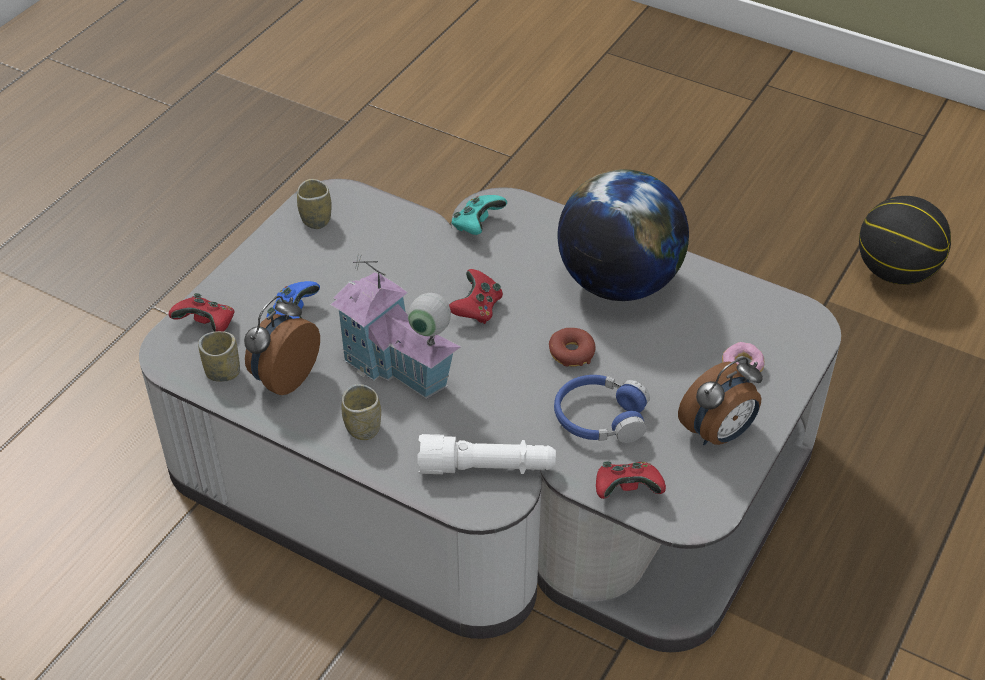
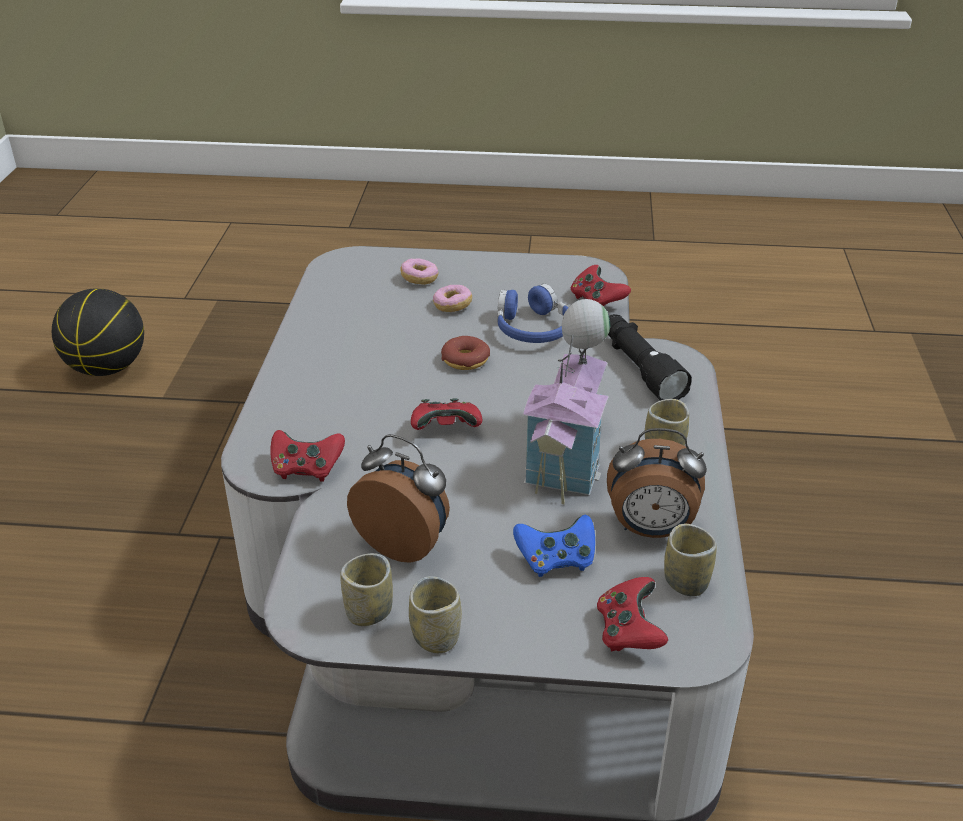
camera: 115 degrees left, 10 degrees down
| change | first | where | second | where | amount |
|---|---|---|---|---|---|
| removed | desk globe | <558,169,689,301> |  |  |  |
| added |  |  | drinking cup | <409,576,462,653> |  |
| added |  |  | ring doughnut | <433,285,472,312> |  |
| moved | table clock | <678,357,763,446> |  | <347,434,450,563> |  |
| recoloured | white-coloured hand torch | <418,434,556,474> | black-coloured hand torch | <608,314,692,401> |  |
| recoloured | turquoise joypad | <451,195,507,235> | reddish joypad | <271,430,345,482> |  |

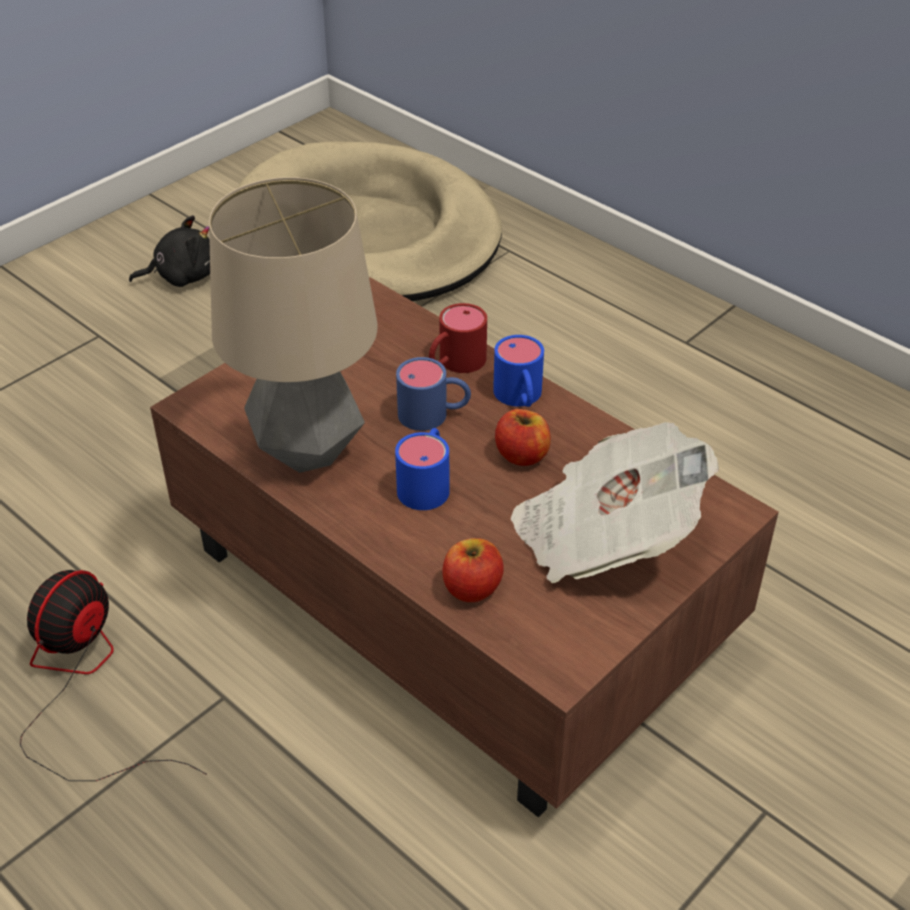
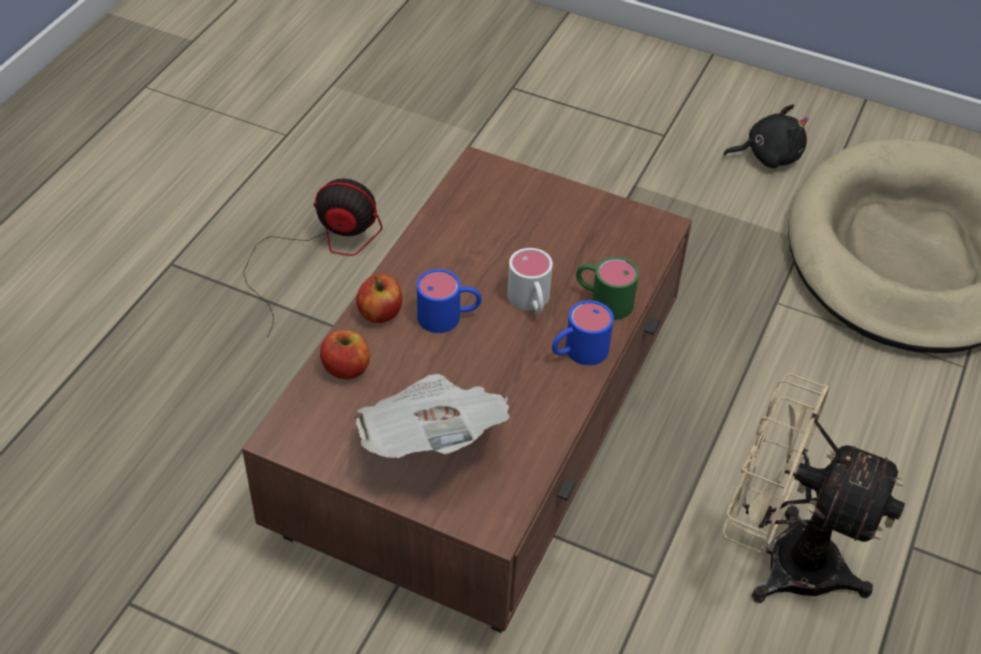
camera: 70 degrees right, 5 degrees up
| change | first | where | second | where | amount |
|---|---|---|---|---|---|
| removed | table lamp | <209,177,378,473> |  |  |  |
| added |  |  | beige-coloured fan | <722,373,905,603> |  |
| moved | whole apple | <495,409,551,466> |  | <356,274,402,323> |  |
| recoloured | blue mug | <396,357,471,431> | white-coloured mug | <507,248,553,313> |  |
| recoloured | reddish mug | <429,303,487,373> | green mug | <576,257,639,320> |  |
| turned | black-coloured soft toy | <129,215,210,287> |  | <723,104,809,168> | 60 degrees counterclockwise |

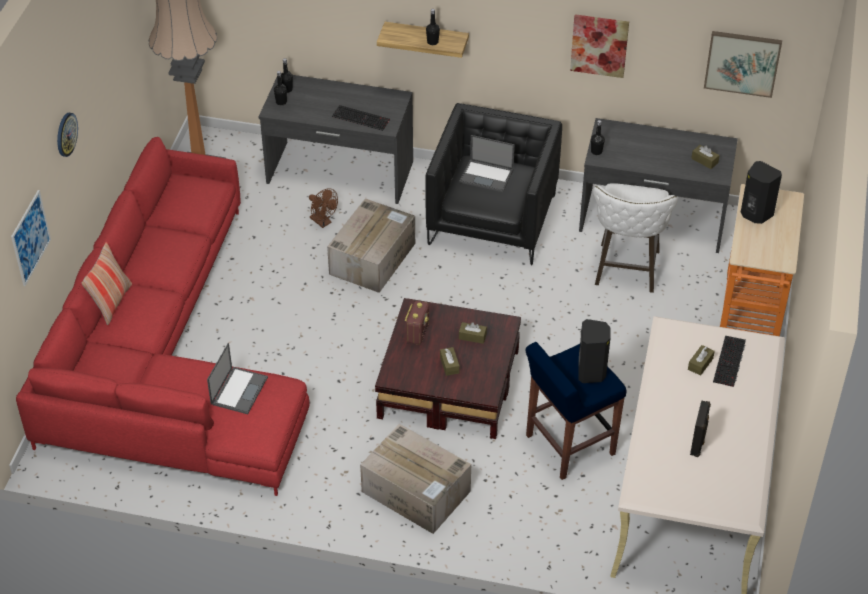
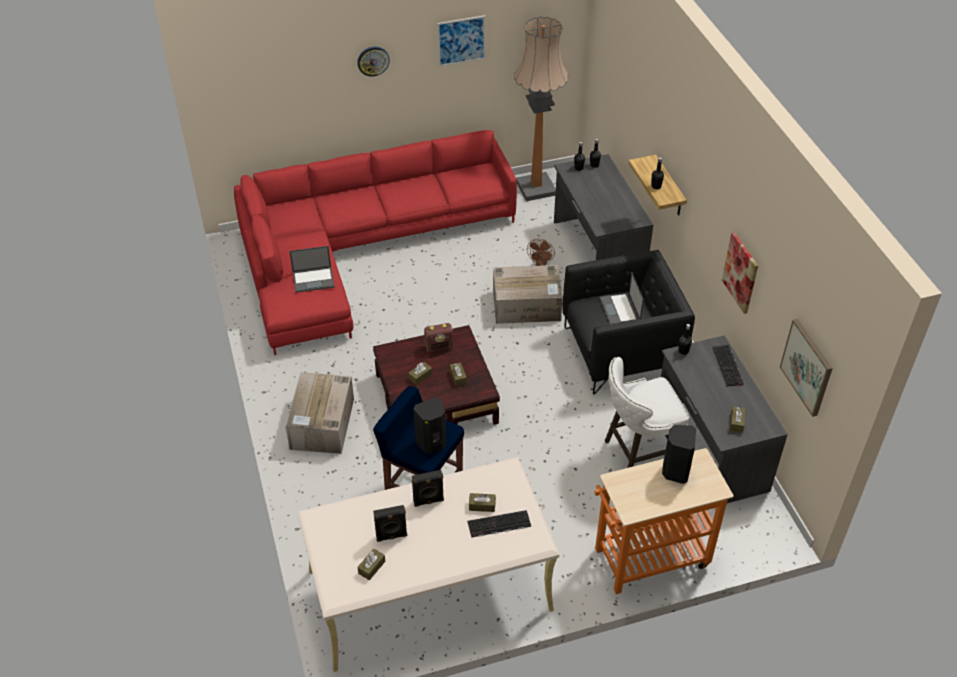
camera: 60 degrees right, 0 degrees up
| change | first | where | second | where | amount |
|---|---|---|---|---|---|
| removed | pillow | <82,242,132,325> |  |  |  |
| added |  |  | brown tissue holder | <357,549,385,580> |  |
| added |  |  | black-coloured speaker | <412,470,444,507> |  |
| moved | picture | <11,190,51,286> |  | <437,15,485,67> |  |
| moved | computer keyboard | <332,105,390,131> |  | <712,345,744,387> |  |

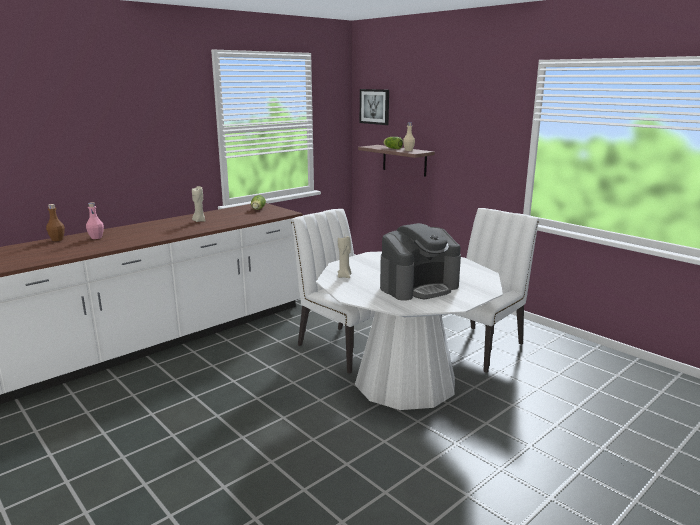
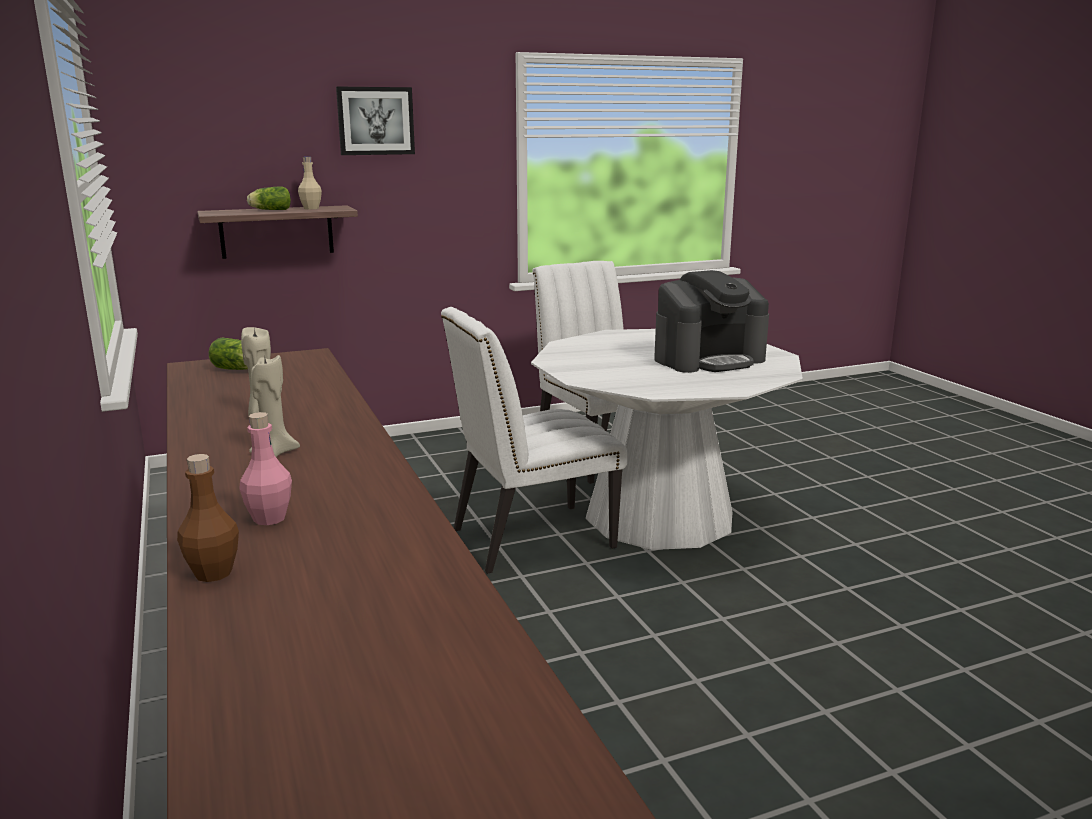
camera: 70 degrees left, 0 degrees up
| change | first | where | second | where | amount |
|---|---|---|---|---|---|
| moved | beige-coloured candle | <338,236,351,278> |  | <249,354,300,457> |  |
| moved | picture | <360,89,389,125> |  | <336,87,415,155> |  |
| turned | coffee maker | <380,223,461,301> |  | <654,270,769,373> | 75 degrees clockwise |

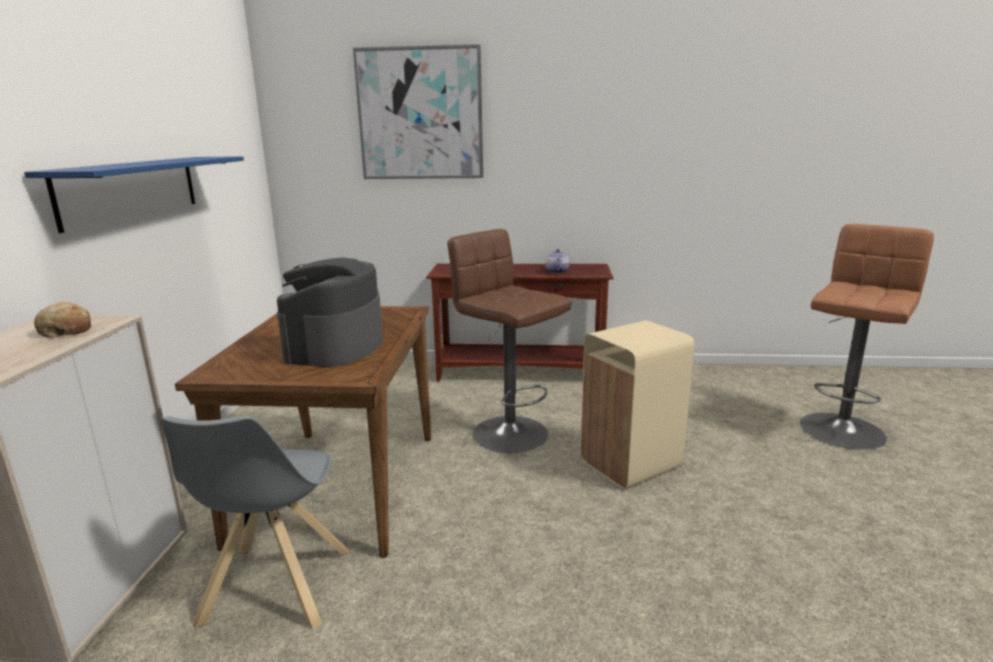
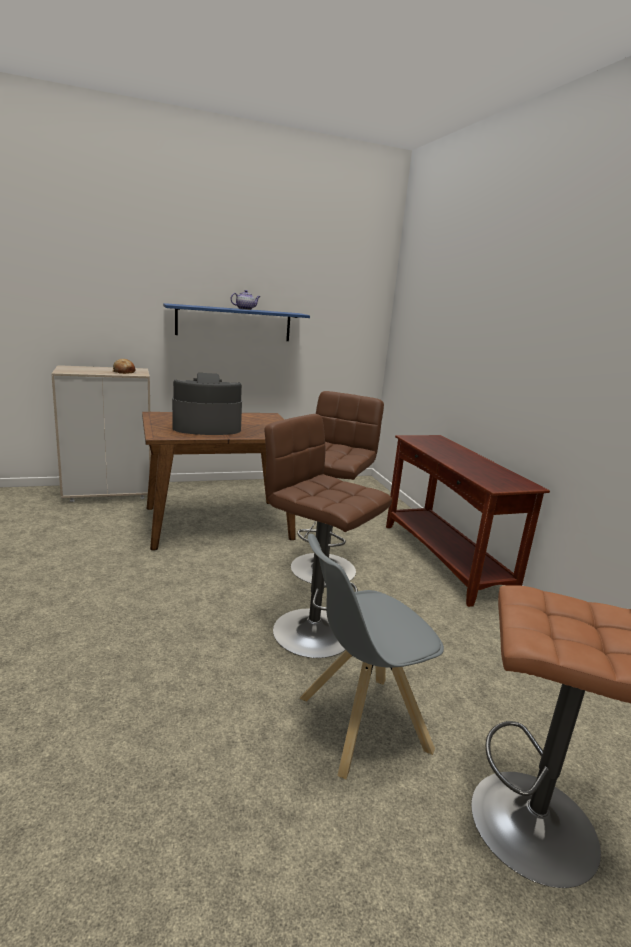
camera: 65 degrees right, 0 degrees up
| change | first | where | second | where | amount |
|---|---|---|---|---|---|
| removed | picture | <353,44,483,179> |  |  |  |
| moved | gray upright chair | <161,416,350,630> |  | <299,534,444,779> |  |
| moved | teapot | <546,249,569,274> |  | <230,290,260,310> |  |
| replaced | beige-coloured waste bin | <581,320,695,489> | brown sitting stool | <264,414,392,658> |  |

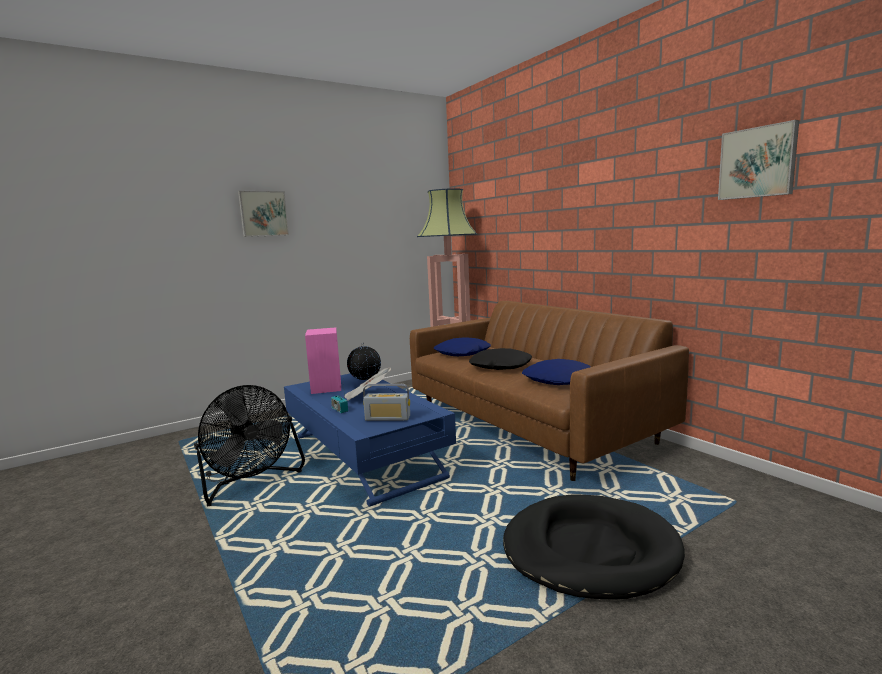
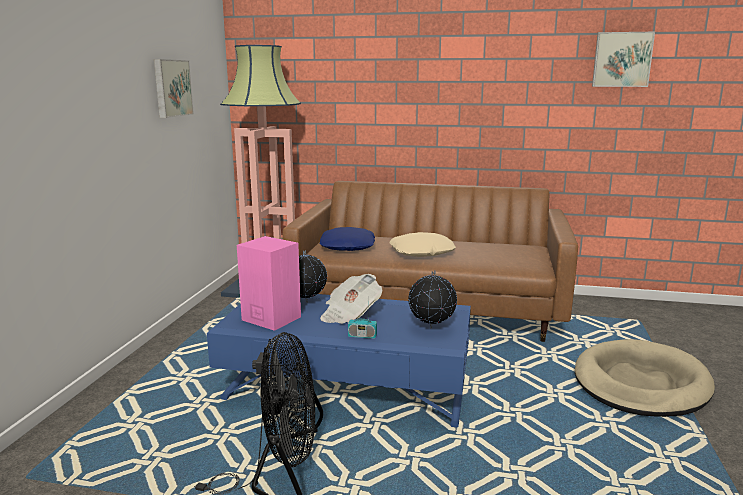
camera: 45 degrees left, 5 degrees up
| change | first | where | second | where | amount |
|---|---|---|---|---|---|
| removed | blue pillow | <522,359,591,385> |  |  |  |
| moved | picture | <238,191,289,237> |  | <154,59,194,118> |  |
| replaced | radio set | <363,384,410,421> | desk globe | <408,270,457,329> |  |
| recoloured | black-coloured pillow | <469,348,532,370> | beige-coloured pillow | <389,232,456,257> |  |
| recoloured | black-coloured dog cushion | <503,494,685,600> | beige-coloured dog cushion | <575,339,715,417> |  |

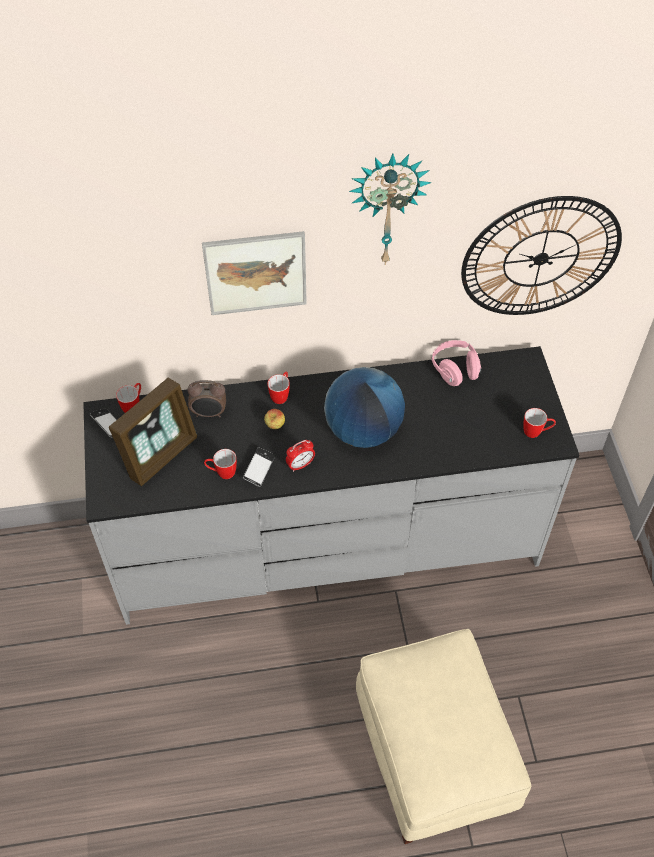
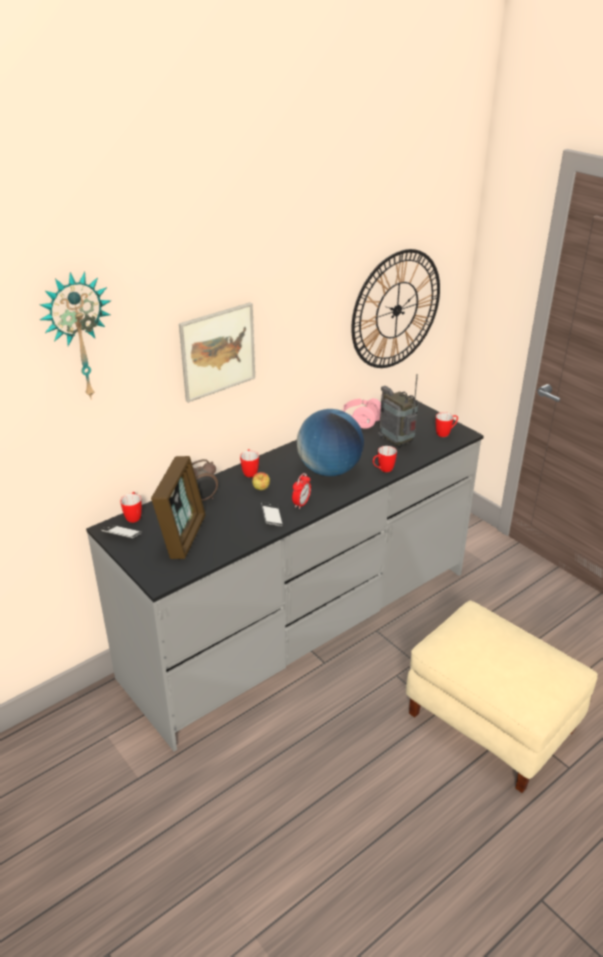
camera: 30 degrees left, 20 degrees down
| change | first | where | second | where | amount |
|---|---|---|---|---|---|
| added |  |  | radio set | <378,374,418,448> |  |
| moved | mug | <204,449,237,479> |  | <373,446,397,472> |  |
| moved | clock on the wall | <349,153,431,265> |  | <39,271,111,400> |  |

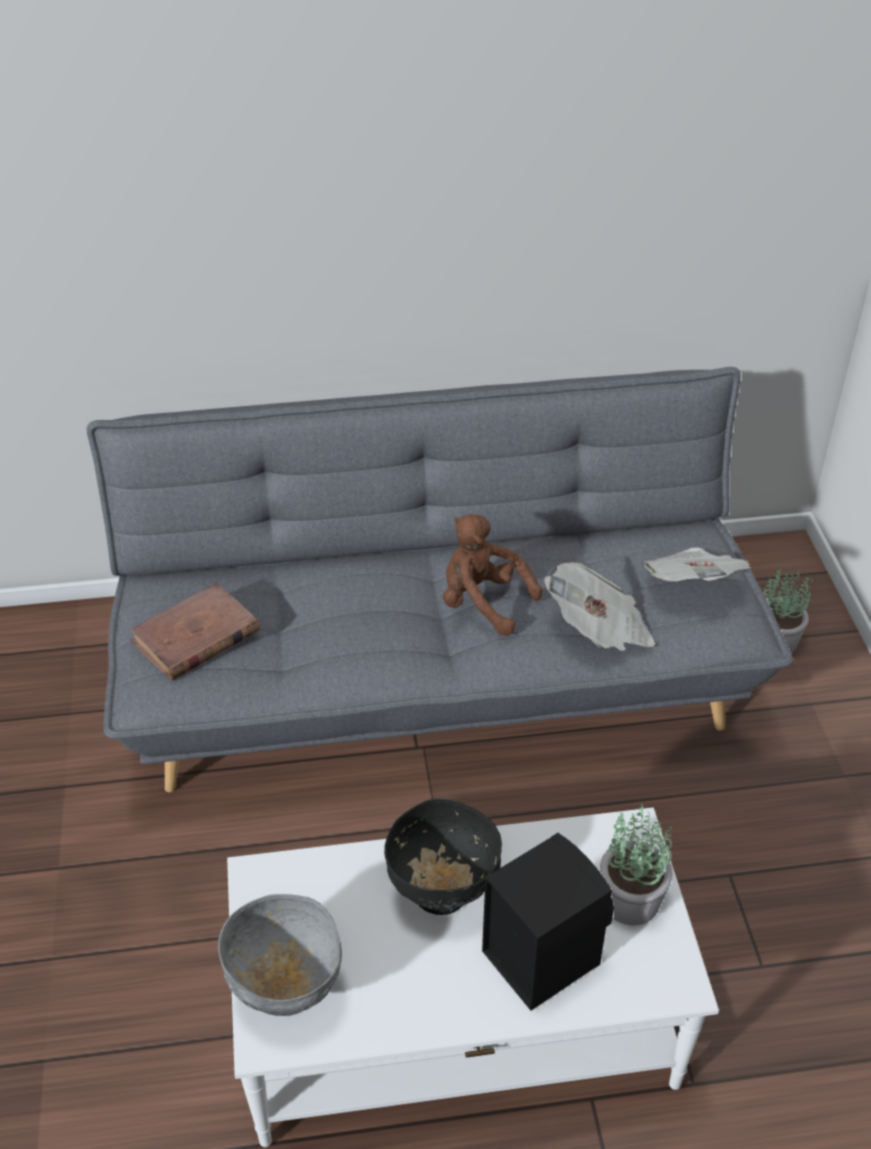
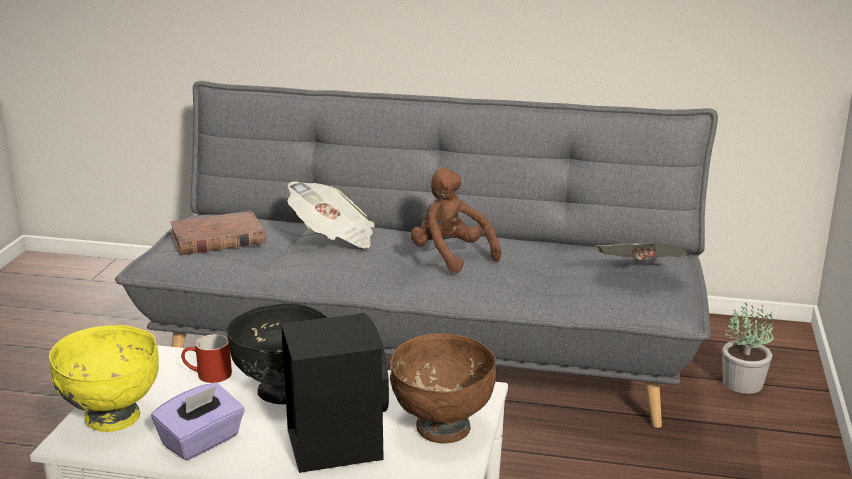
camera: 20 degrees right, 20 degrees down
| change | first | where | second | where | amount |
|---|---|---|---|---|---|
| added |  |  | purple tissue holder | <151,383,245,461> |  |
| added |  |  | reddish mug | <181,334,232,383> |  |
| moved | printed paper | <544,562,655,651> |  | <287,181,375,248> |  |
| replaced | plant in a pot | <600,803,673,926> | brown serving bowl | <390,334,496,444> |  |
| recoloured | gray serving bowl | <218,894,342,1016> | yellowish serving bowl | <49,325,159,432> |  |

